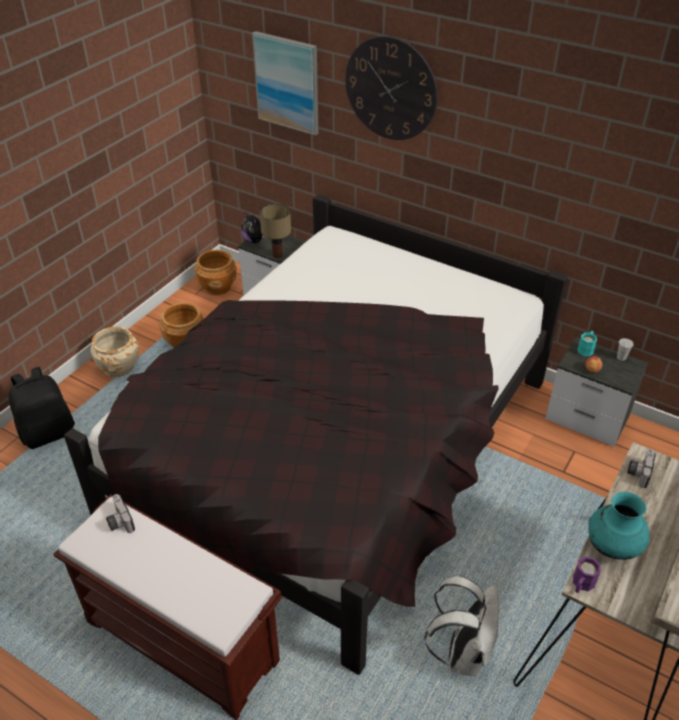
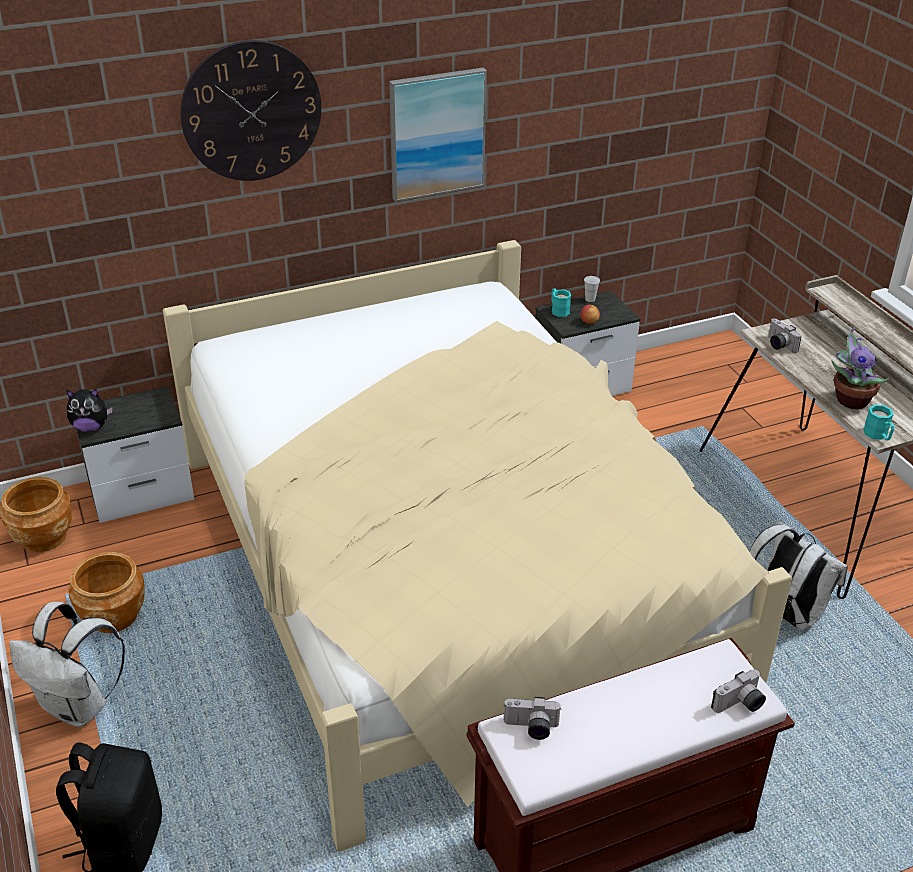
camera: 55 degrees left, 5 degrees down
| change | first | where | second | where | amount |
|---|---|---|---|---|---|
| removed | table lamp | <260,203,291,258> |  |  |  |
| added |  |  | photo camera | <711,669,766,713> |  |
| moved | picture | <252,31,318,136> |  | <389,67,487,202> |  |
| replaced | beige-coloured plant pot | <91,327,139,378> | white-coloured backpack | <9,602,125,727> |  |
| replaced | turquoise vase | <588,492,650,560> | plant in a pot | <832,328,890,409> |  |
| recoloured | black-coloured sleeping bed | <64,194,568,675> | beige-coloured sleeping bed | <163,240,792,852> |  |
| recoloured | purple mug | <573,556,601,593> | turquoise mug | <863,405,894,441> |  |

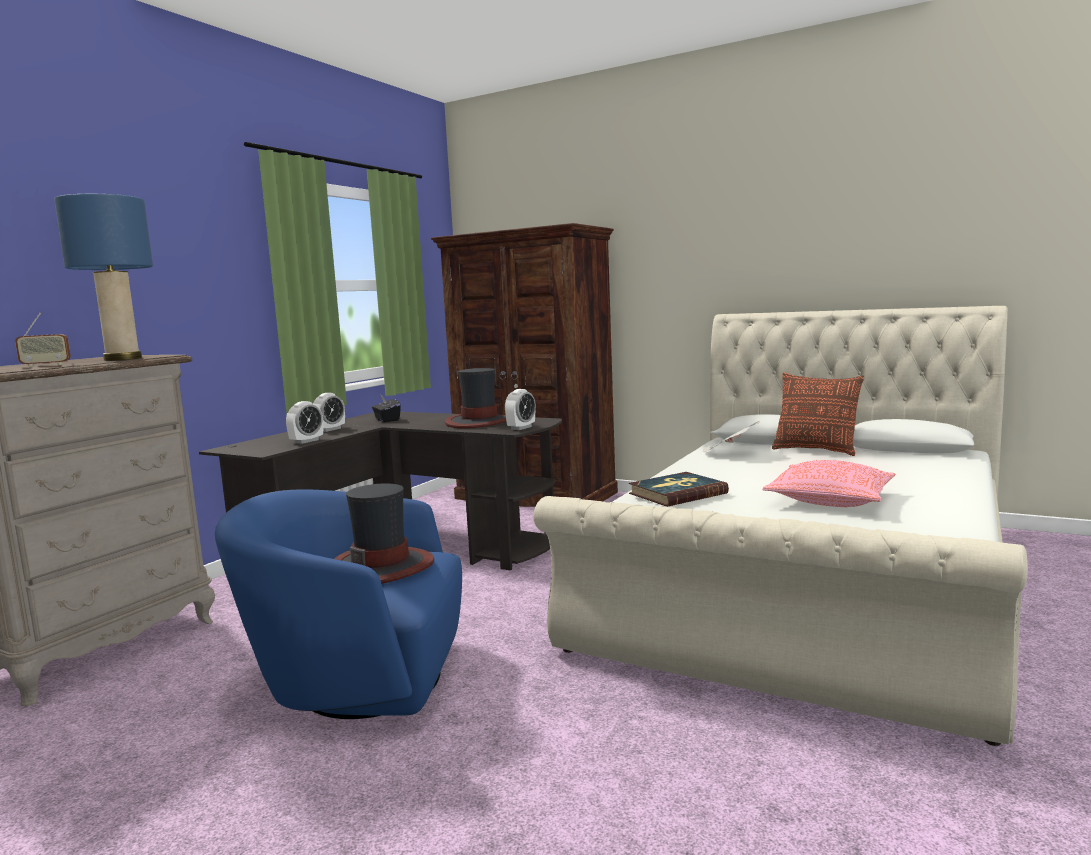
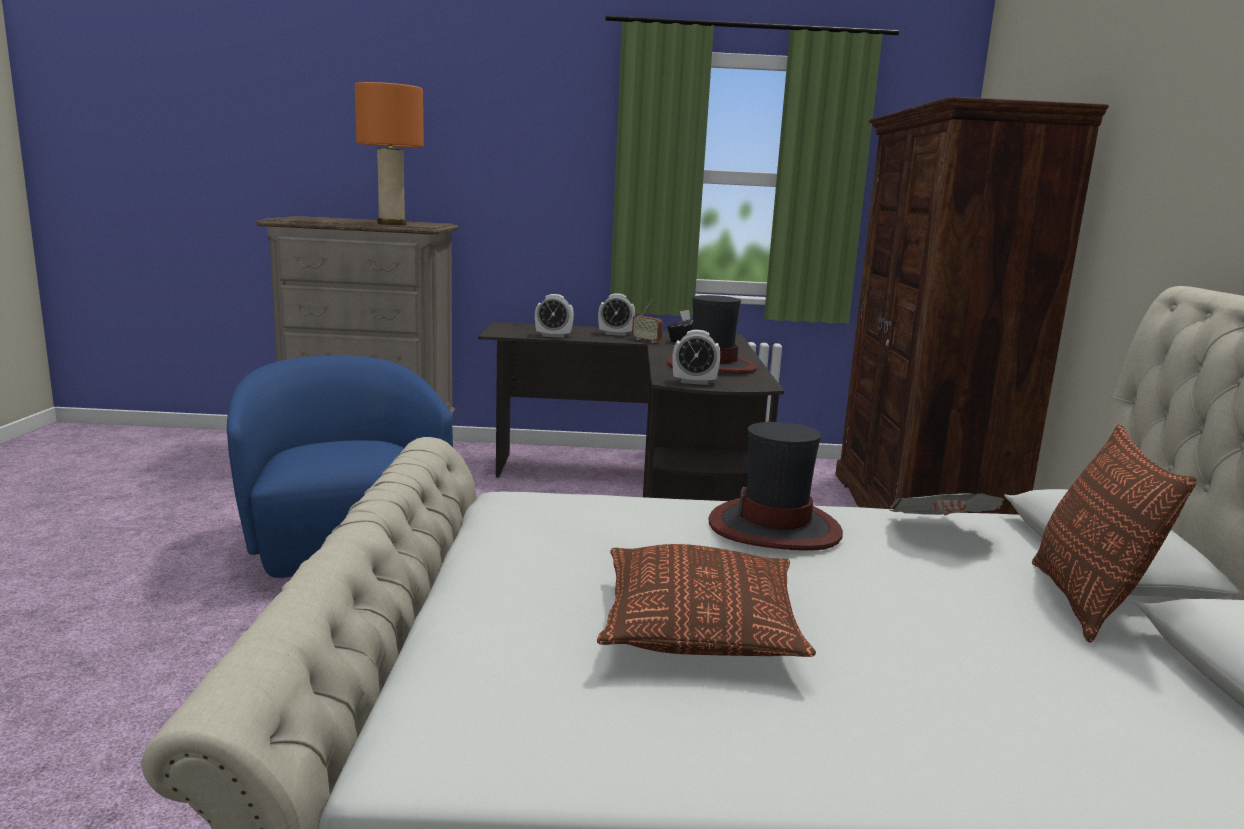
camera: 60 degrees right, 5 degrees up
| change | first | where | second | where | amount |
|---|---|---|---|---|---|
| removed | bound book | <629,472,729,507> |  |  |  |
| moved | radio set | <15,312,71,367> |  | <632,300,663,343> |  |
| moved | clothing hat | <334,484,434,584> |  | <709,422,843,551> |  |
| recoloured | blue table lamp | <54,194,153,361> | orange table lamp | <355,82,424,225> |  |
| recoloured | pink-coloured pillow | <762,460,895,507> | brown pillow | <597,544,816,657> |  |

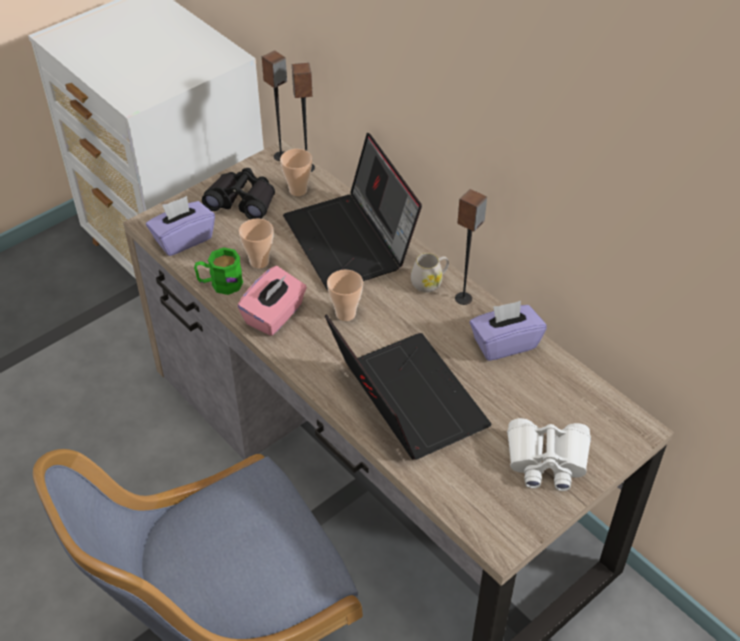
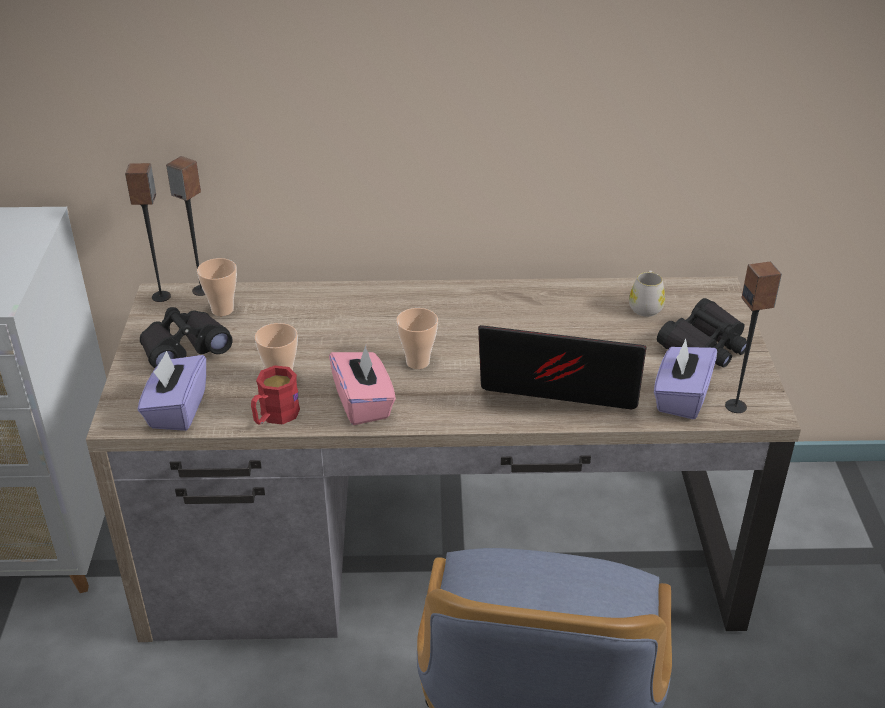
camera: 50 degrees left, 10 degrees down
| change | first | where | second | where | amount |
|---|---|---|---|---|---|
| removed | portable computer | <283,133,422,291> |  |  |  |
| moved | white-coloured mug | <411,253,449,293> |  | <629,271,665,317> |  |
| moved | speaker | <455,189,487,305> |  | <725,262,782,413> |  |
| moved | purple tissue holder | <470,301,547,361> |  | <654,339,717,419> |  |
| recoloured | green mug | <194,247,243,295> | reddish mug | <251,365,300,425> |  |
| recoloured | white-coloured pair of binoculars | <507,418,591,491> | black-coloured pair of binoculars | <657,298,747,367> |  |

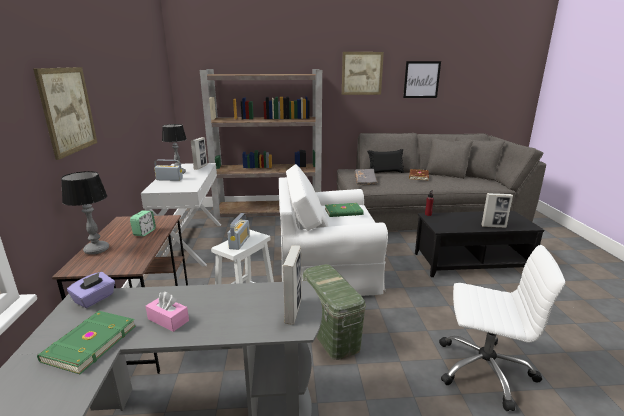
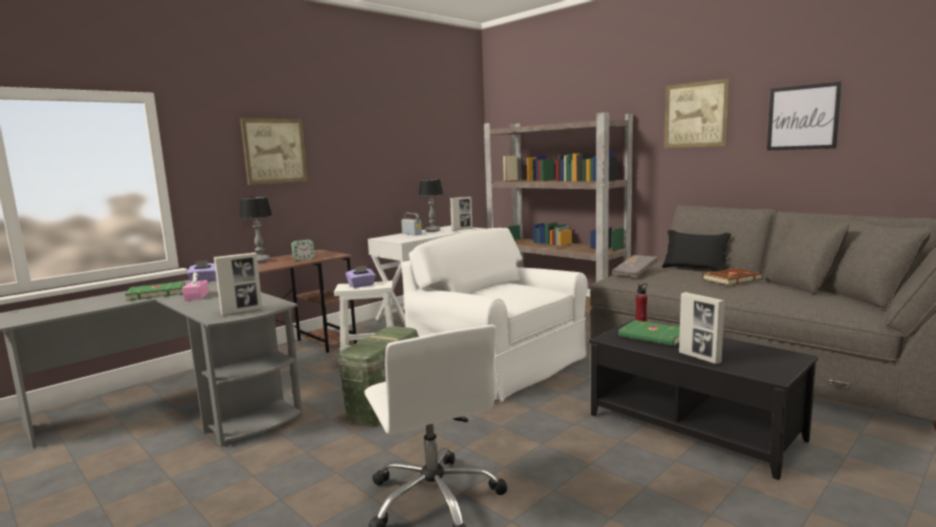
camera: 50 degrees right, 10 degrees down
| change | first | where | second | where | amount |
|---|---|---|---|---|---|
| moved | green bound book | <325,203,364,217> |  | <618,320,680,346> |  |
| replaced | radio set | <227,213,250,250> | purple tissue holder | <346,265,376,288> |  |

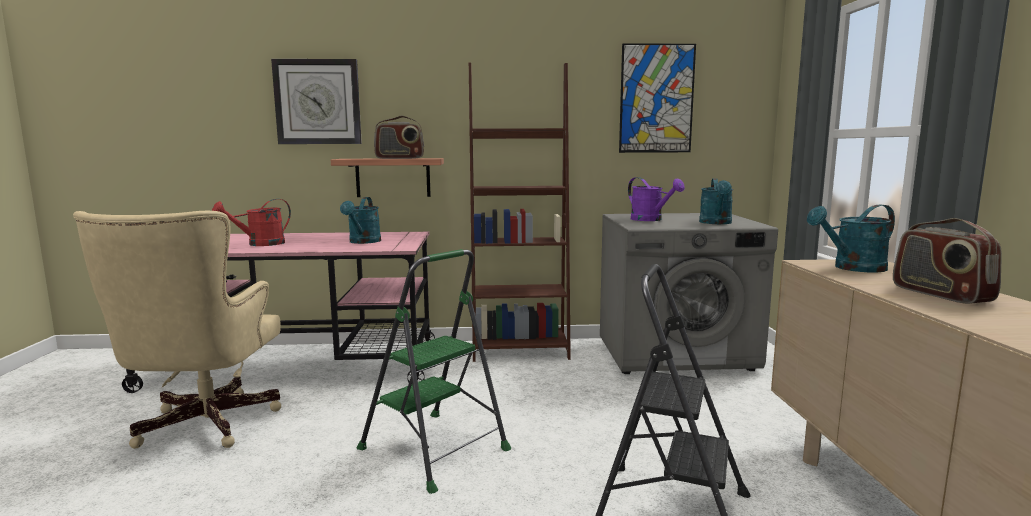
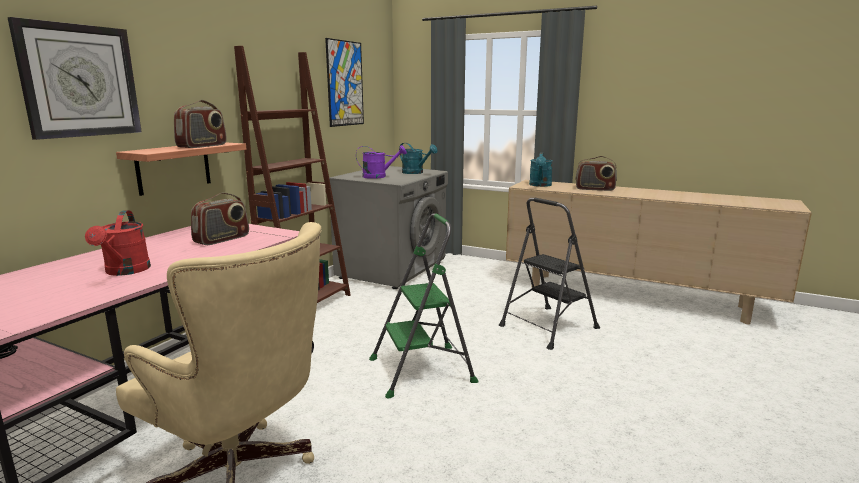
camera: 60 degrees left, 5 degrees up
| change | first | where | second | where | amount |
|---|---|---|---|---|---|
| replaced | turquoise watering pot | <340,197,381,244> | radio set | <191,192,249,245> |  |

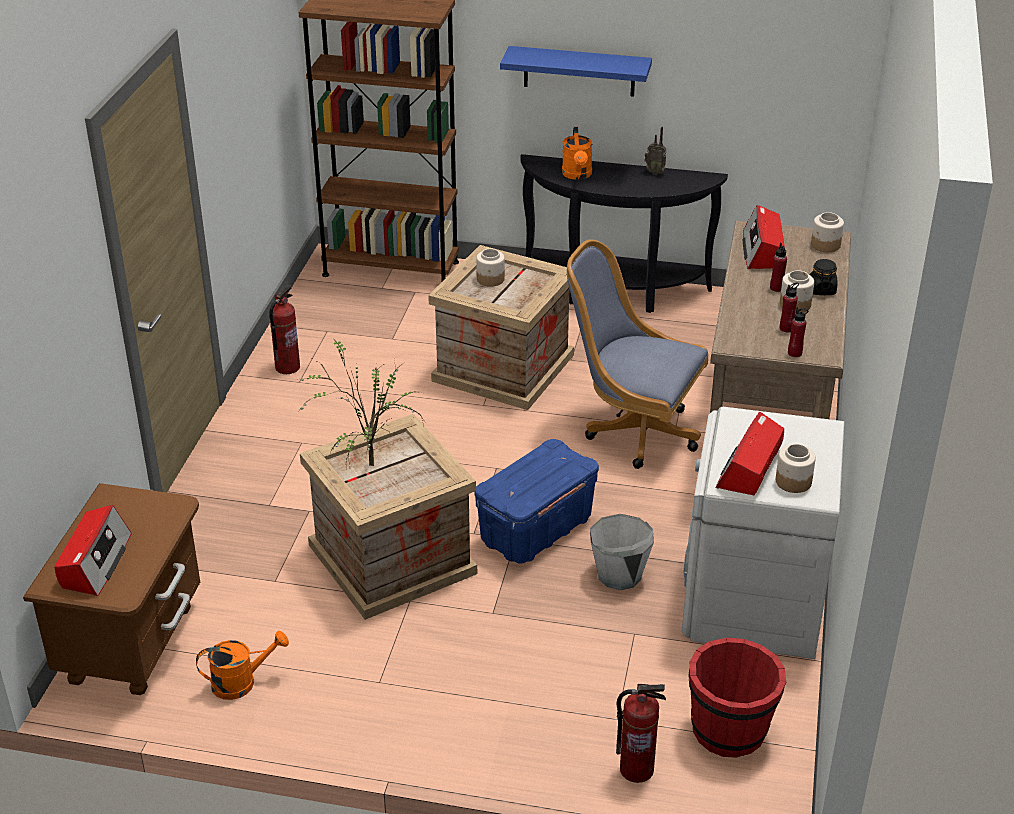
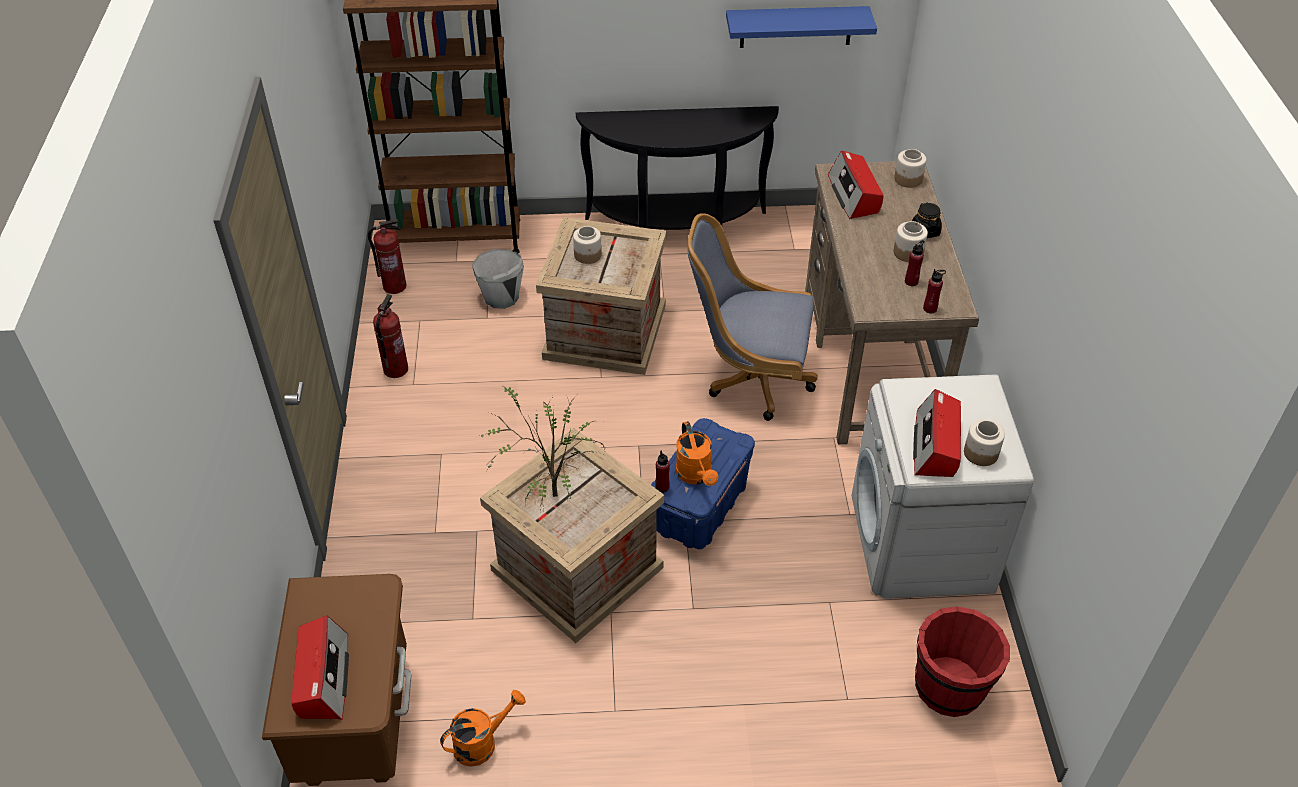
camera: 15 degrees left, 10 degrees up
| change | first | where | second | where | amount |
|---|---|---|---|---|---|
| removed | radio set | <644,127,667,175> |  |  |  |
| moved | blue wall shelf | <500,46,652,97> |  | <726,6,877,48> |  |
| moved | orange watering pot | <562,127,592,180> |  | <676,421,718,486> |  |
| moved | gray bucket | <590,514,654,590> |  | <472,249,524,309> |  |
| moved | fire-fighting cylinder | <616,684,666,783> |  | <368,219,406,294> |  |
| moved | reddish drink bottle | <770,243,787,292> |  | <655,450,670,493> |  |

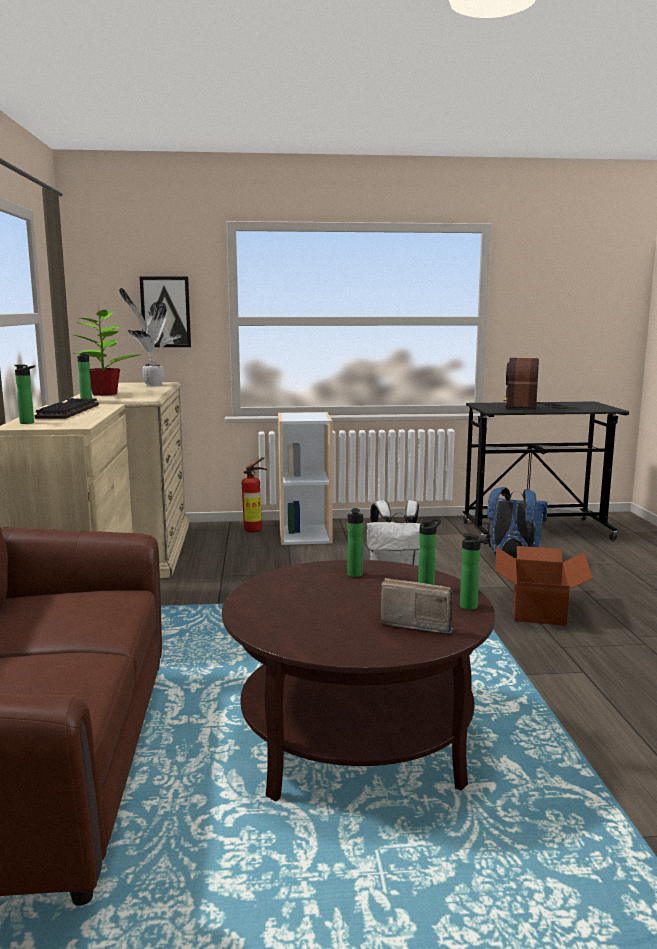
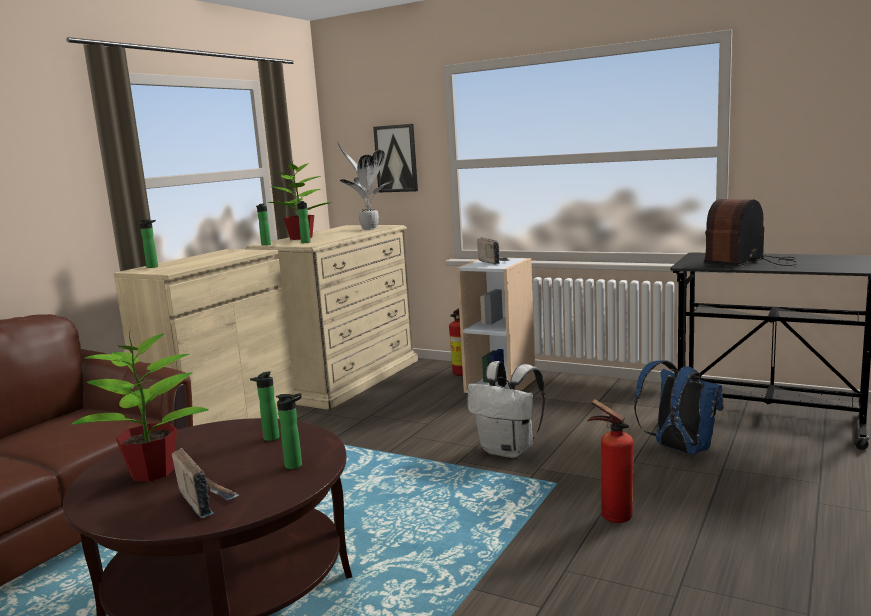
camera: 35 degrees right, 0 degrees up
| change | first | where | second | where | amount |
|---|---|---|---|---|---|
| removed | computer keyboard | <34,398,99,419> |  |  |  |
| added |  |  | plant in a pot | <71,329,209,481> |  |
| added |  |  | radio set | <477,237,510,264> |  |
| moved | drink bottle | <460,533,488,610> |  | <297,201,311,243> |  |
| replaced | packing box | <495,546,593,626> | fire-fighting cylinder | <587,399,633,523> |  |

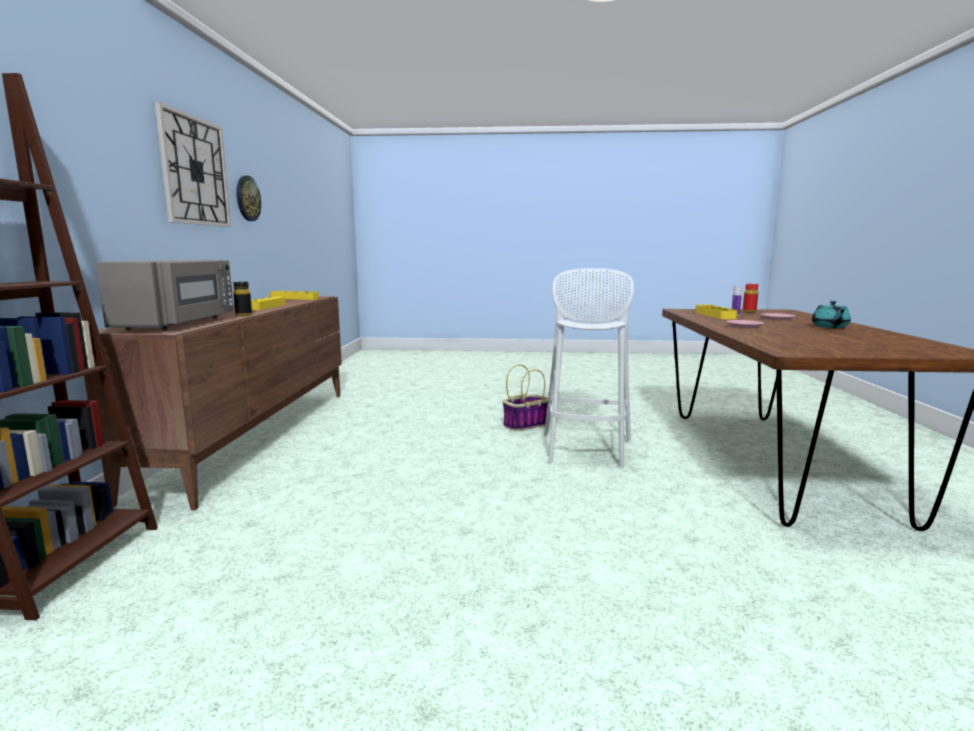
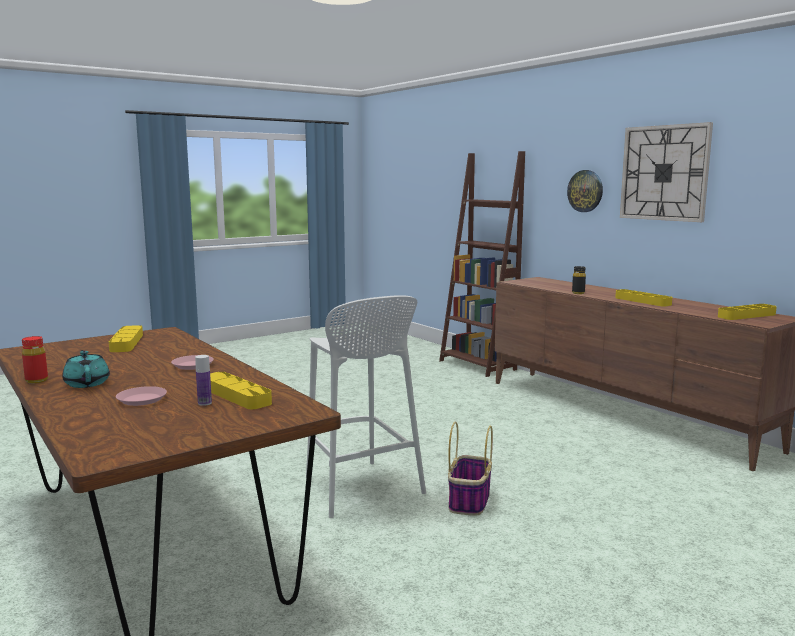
camera: 140 degrees right, 0 degrees up
| change | first | where | second | where | amount |
|---|---|---|---|---|---|
| removed | gray microwave | <96,260,234,330> |  |  |  |
| added |  |  | yellowish serving tray | <109,325,143,352> |  |
| moved | clock on the wall | <236,176,261,221> |  | <567,170,603,212> |  |
| moved | reddish drink bottle | <743,284,758,312> |  | <22,336,48,383> |  |

